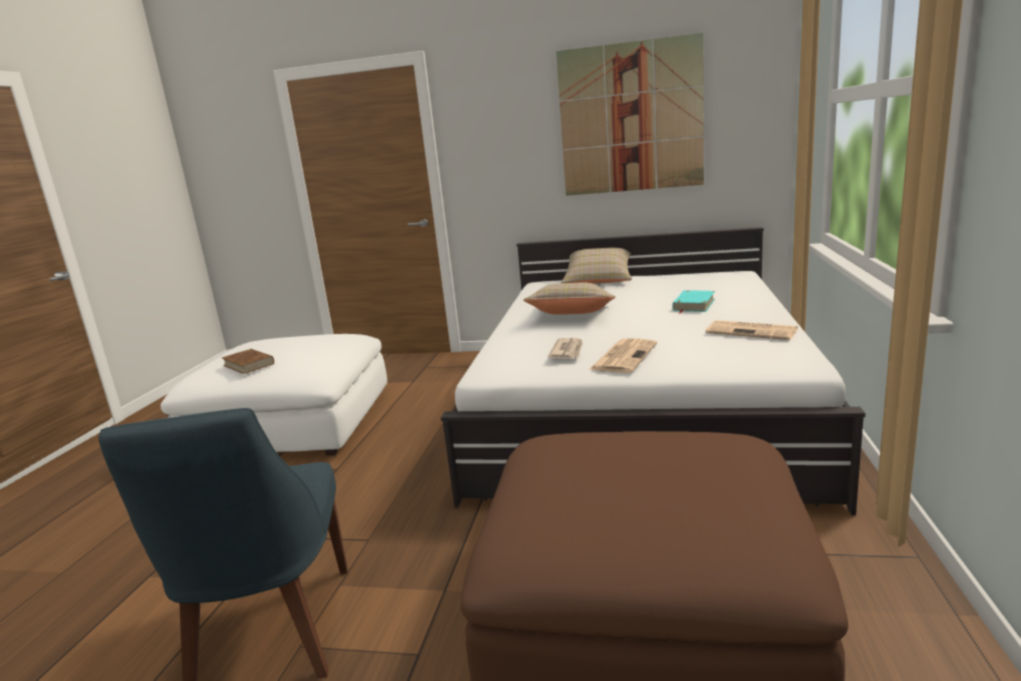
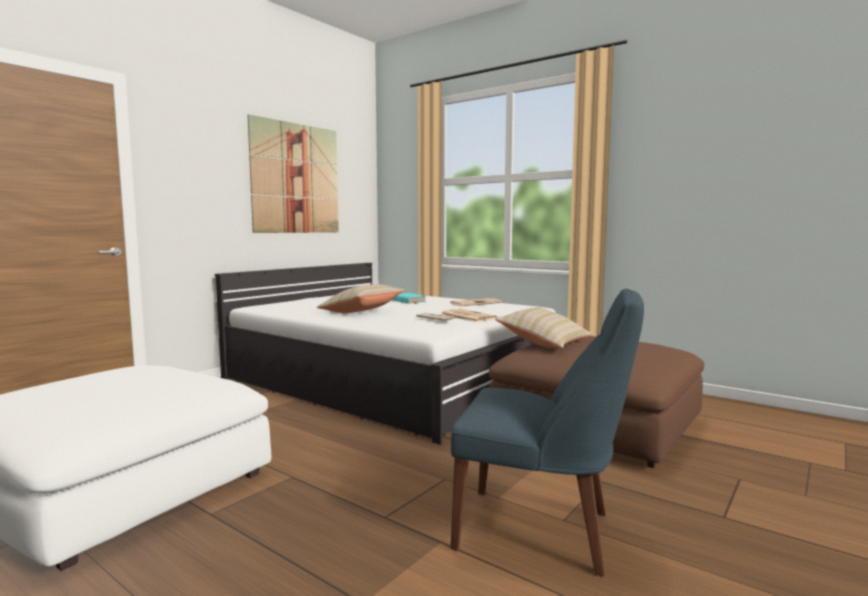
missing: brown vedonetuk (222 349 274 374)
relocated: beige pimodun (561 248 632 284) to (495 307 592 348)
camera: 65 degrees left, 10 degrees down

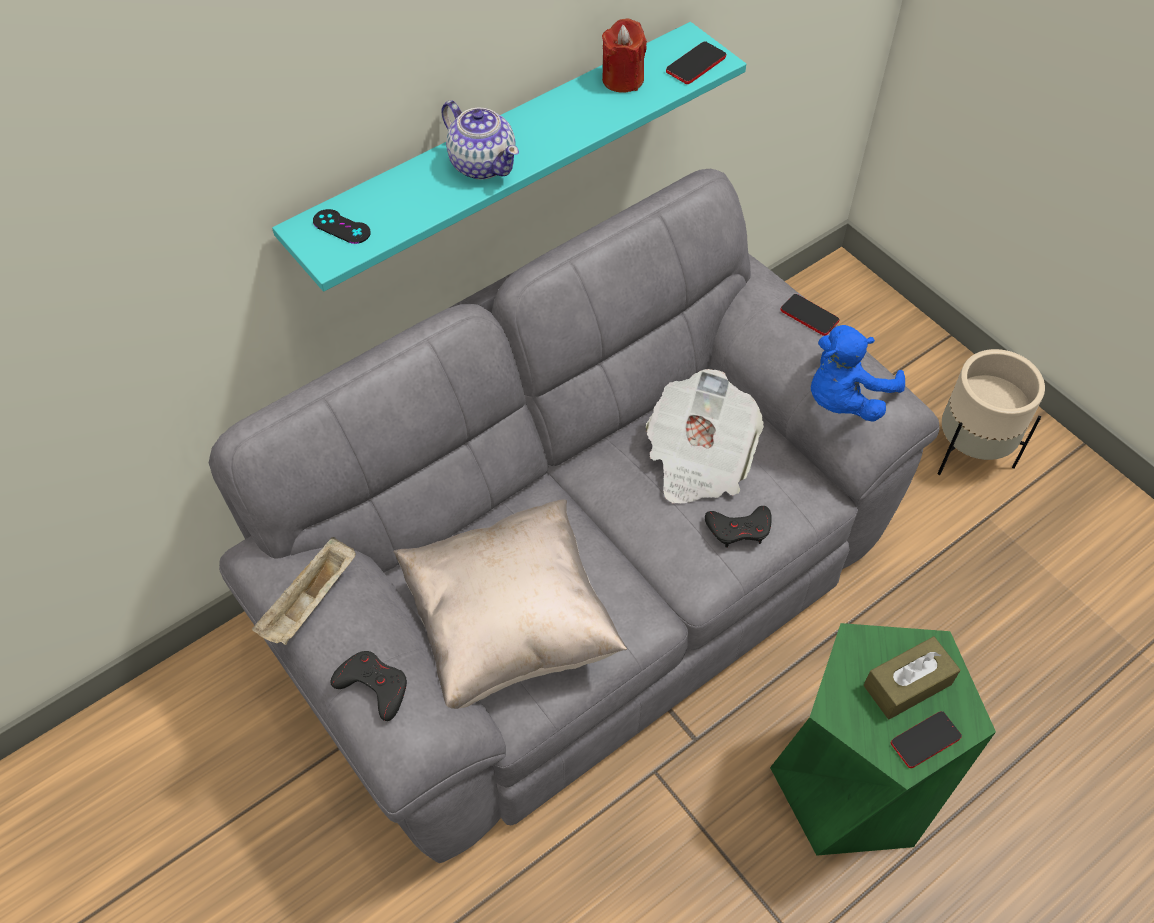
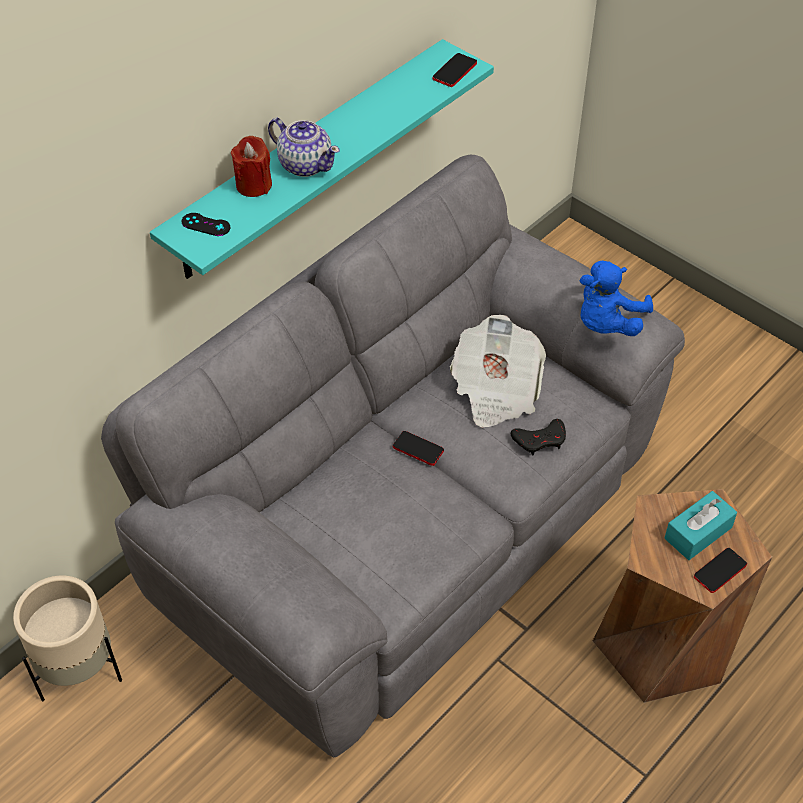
missing: beige pimodun (393 499 627 709); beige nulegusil (252 537 356 645); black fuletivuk (331 651 407 721)
relocated: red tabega (602 19 647 93) to (231 136 272 197); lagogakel (781 294 839 336) to (393 431 444 466); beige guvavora (937 349 1045 475) to (13 576 122 701)
colour: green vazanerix (770 623 996 856) to brown vazanerix (593 489 772 703); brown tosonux (864 636 960 719) to turquoise tosonux (664 491 737 560)
camera: 10 degrees left, 5 degrees down

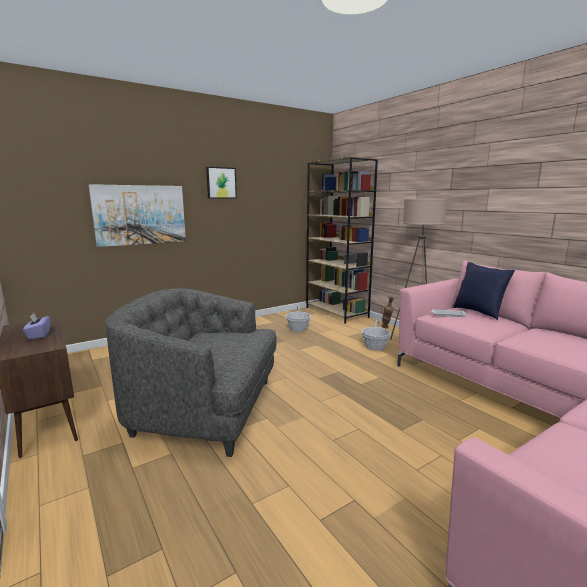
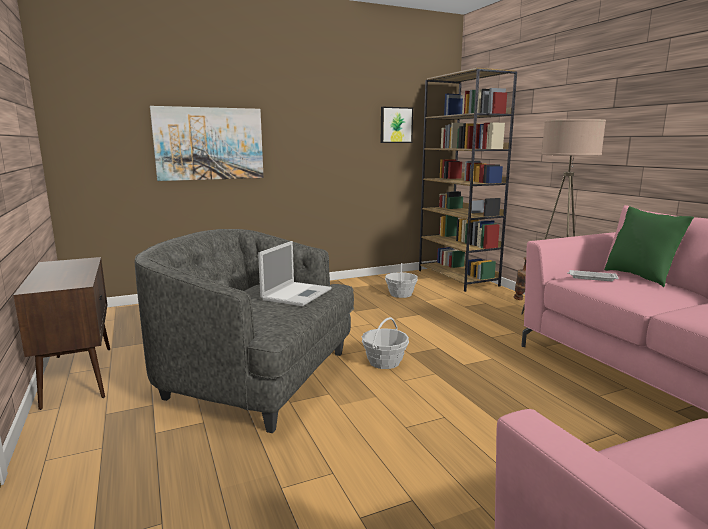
missing: purple tosonux (23 313 50 340)
appeared: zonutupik (258 241 332 306)
relocated: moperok (206 167 237 198) to (381 107 413 143); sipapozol (362 319 391 351) to (362 317 409 369)
colour: blue pimodun (453 262 515 320) to green pimodun (604 207 694 287)
camera: 10 degrees right, 0 degrees up

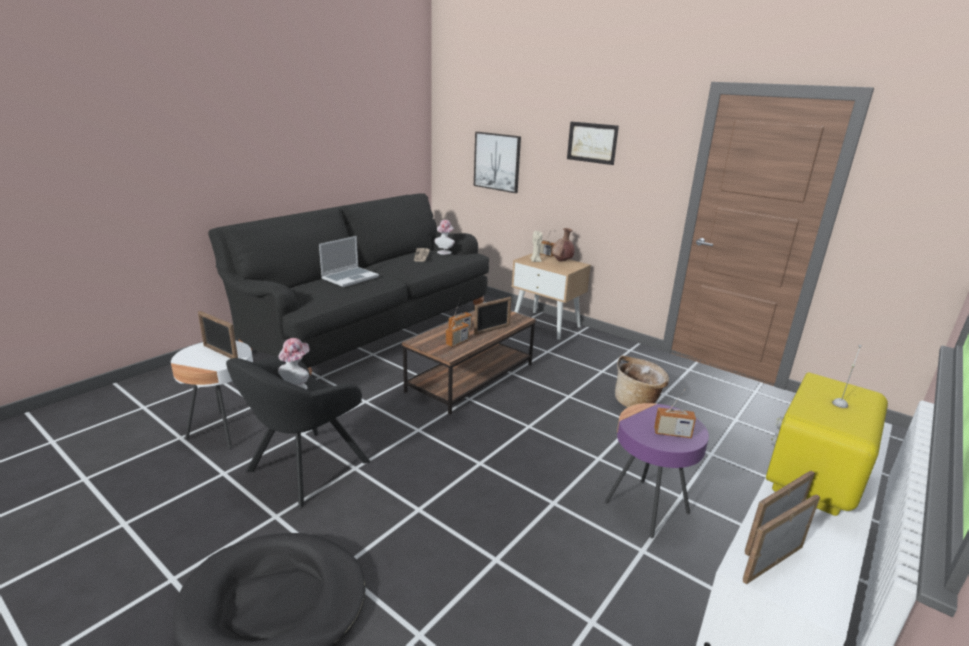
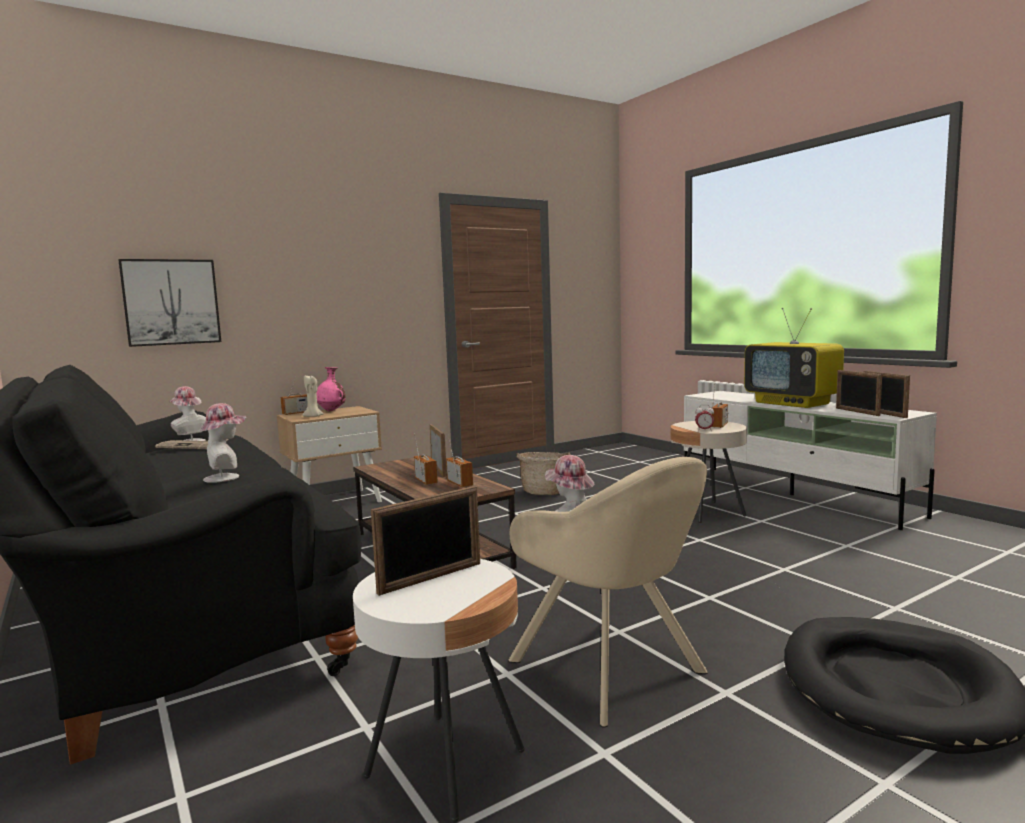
missing: moperok (567 122 619 165)
appeared: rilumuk (695 405 714 431)
exchanged: zonutupik (319 236 379 287) to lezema (199 403 246 483)
colour: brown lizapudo (552 228 575 262) to pink lizapudo (317 367 345 411); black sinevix (226 356 371 509) to beige sinevix (508 457 708 728); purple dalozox (605 403 709 538) to beige dalozox (671 421 747 523)
camera: 70 degrees left, 15 degrees down

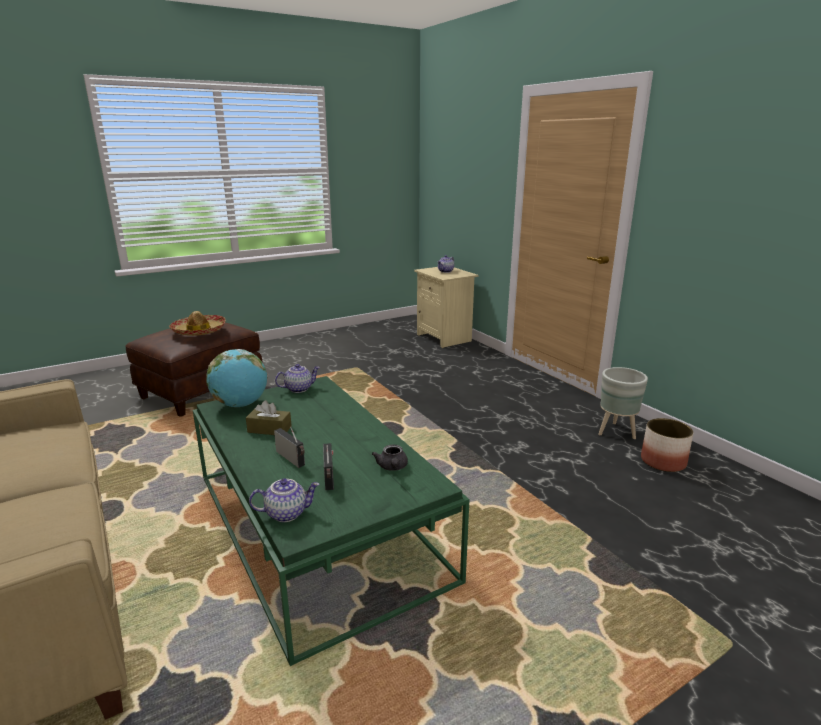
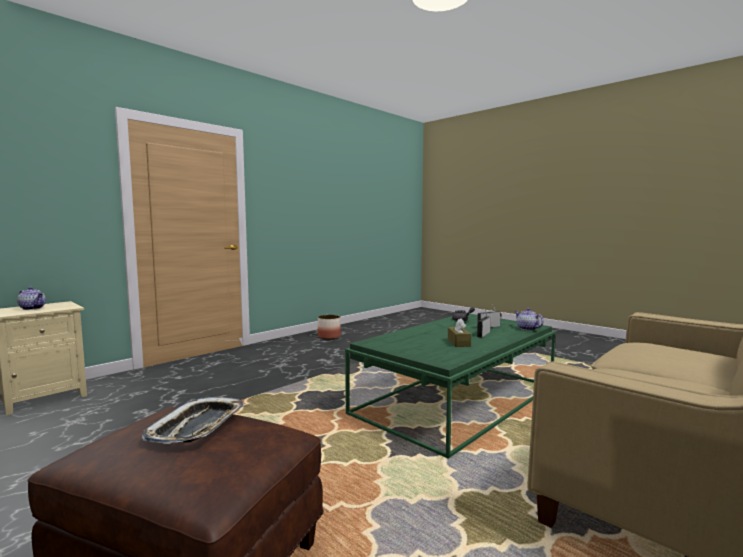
missing: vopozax (206 349 267 407); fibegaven (275 364 320 393); grey guvavora (598 367 648 439)
exchanged: lezema (169 311 226 336) to nulegusil (142 397 244 444)
camera: 105 degrees left, 15 degrees down

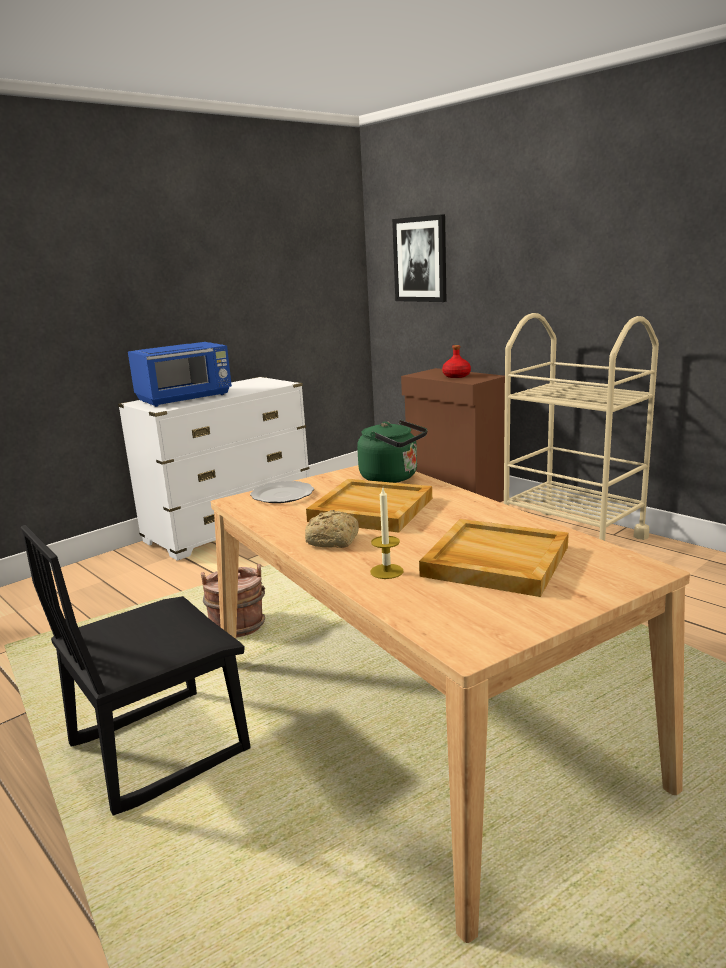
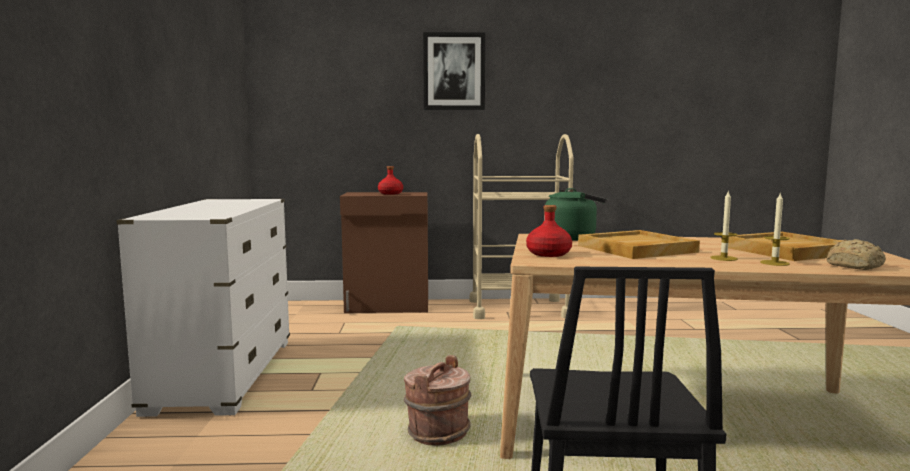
missing: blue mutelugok (128 342 232 407)
appeared: tabega (710 190 738 261)
relocated: moperok (392 214 447 302) to (423 32 485 110); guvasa (305 510 359 548) to (827 239 886 270)
exchanged: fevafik (250 481 314 503) to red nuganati (526 205 572 257)
camera: 50 degrees left, 10 degrees down

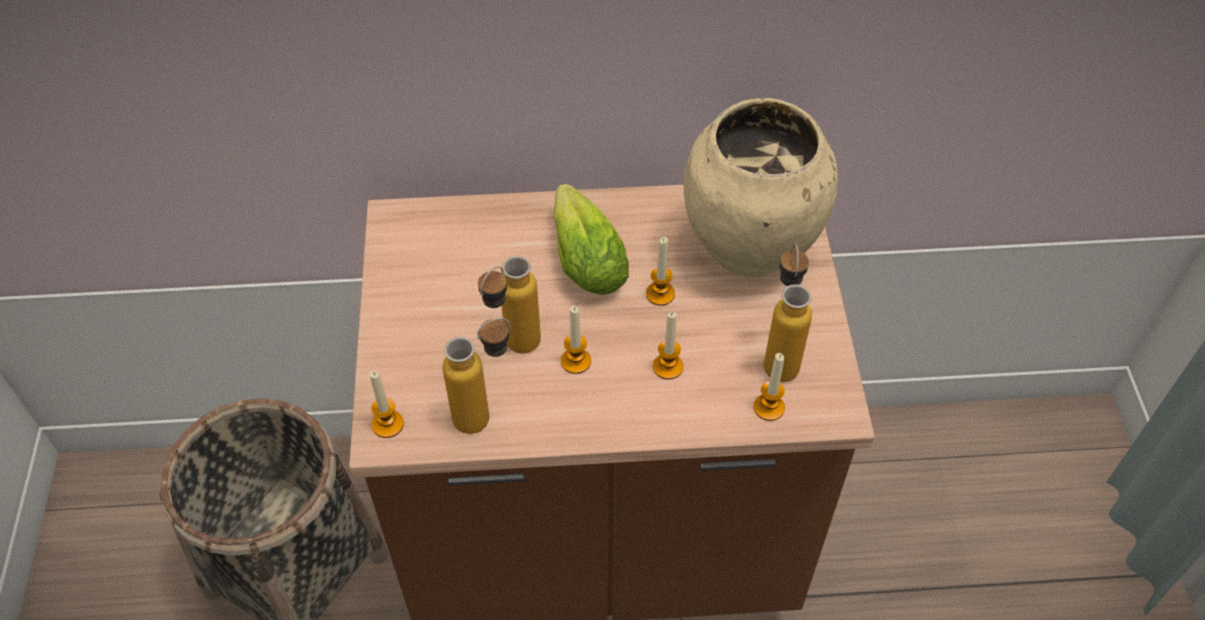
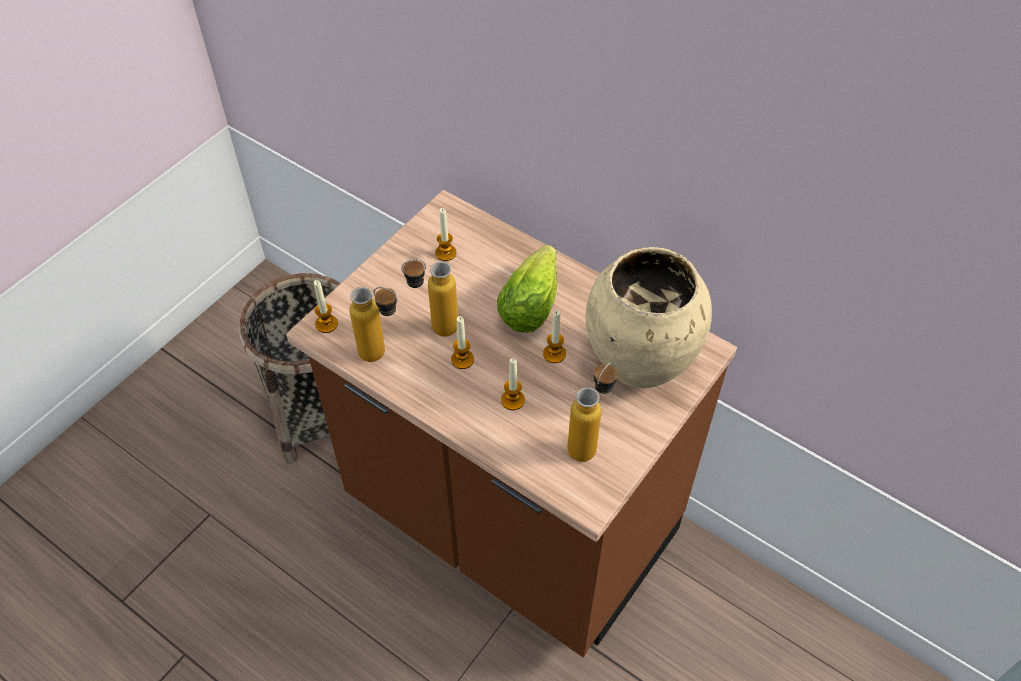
relocated: tabega (754 353 785 421) to (435 208 457 261)
camera: 40 degrees right, 0 degrees up

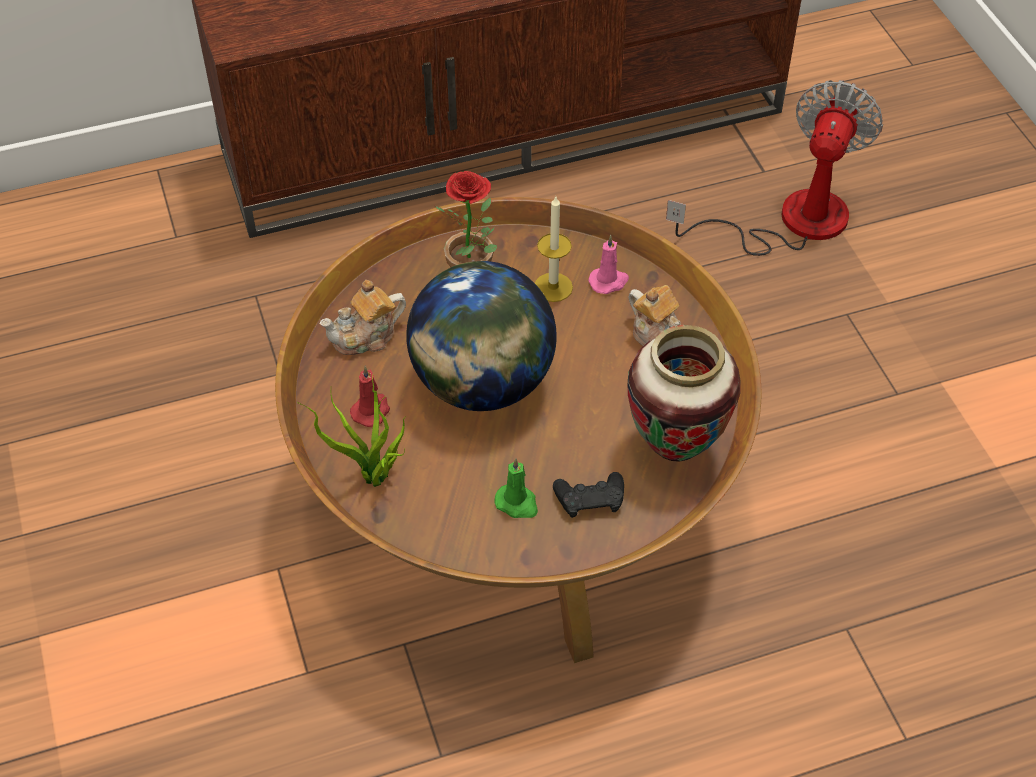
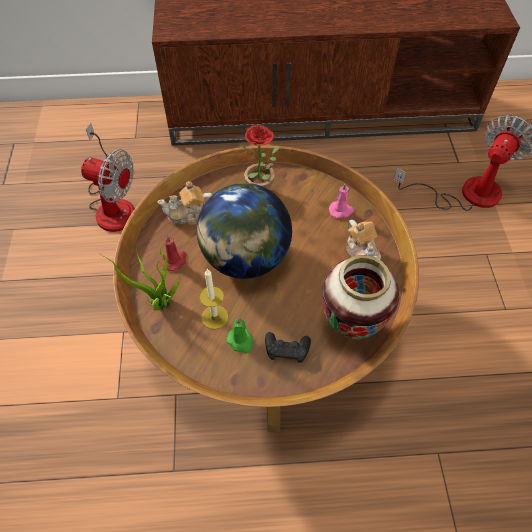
appeared: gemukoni (81 123 135 232)
relocated: tabega (535 195 573 302) to (199 269 229 329)
camera: 15 degrees right, 5 degrees up

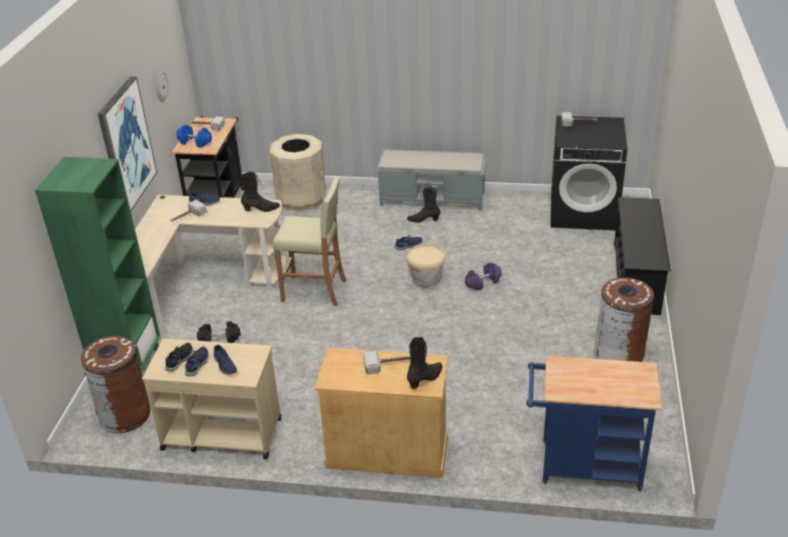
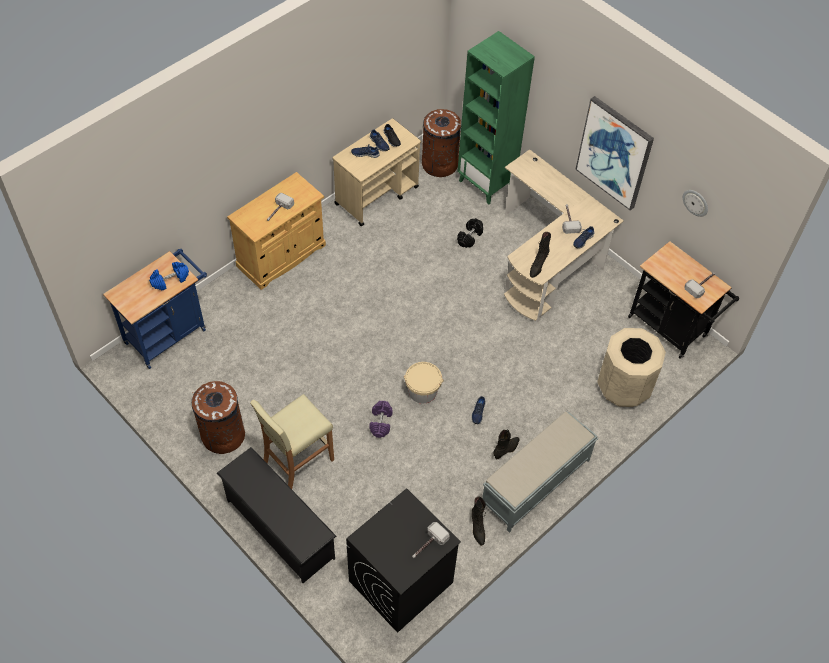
relocated: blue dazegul (176 125 212 147) to (149 262 189 291); beige vazanerix (272 177 346 306) to (250 394 334 489); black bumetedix (407 337 442 389) to (472 497 486 546)
camera: 125 degrees right, 20 degrees up

